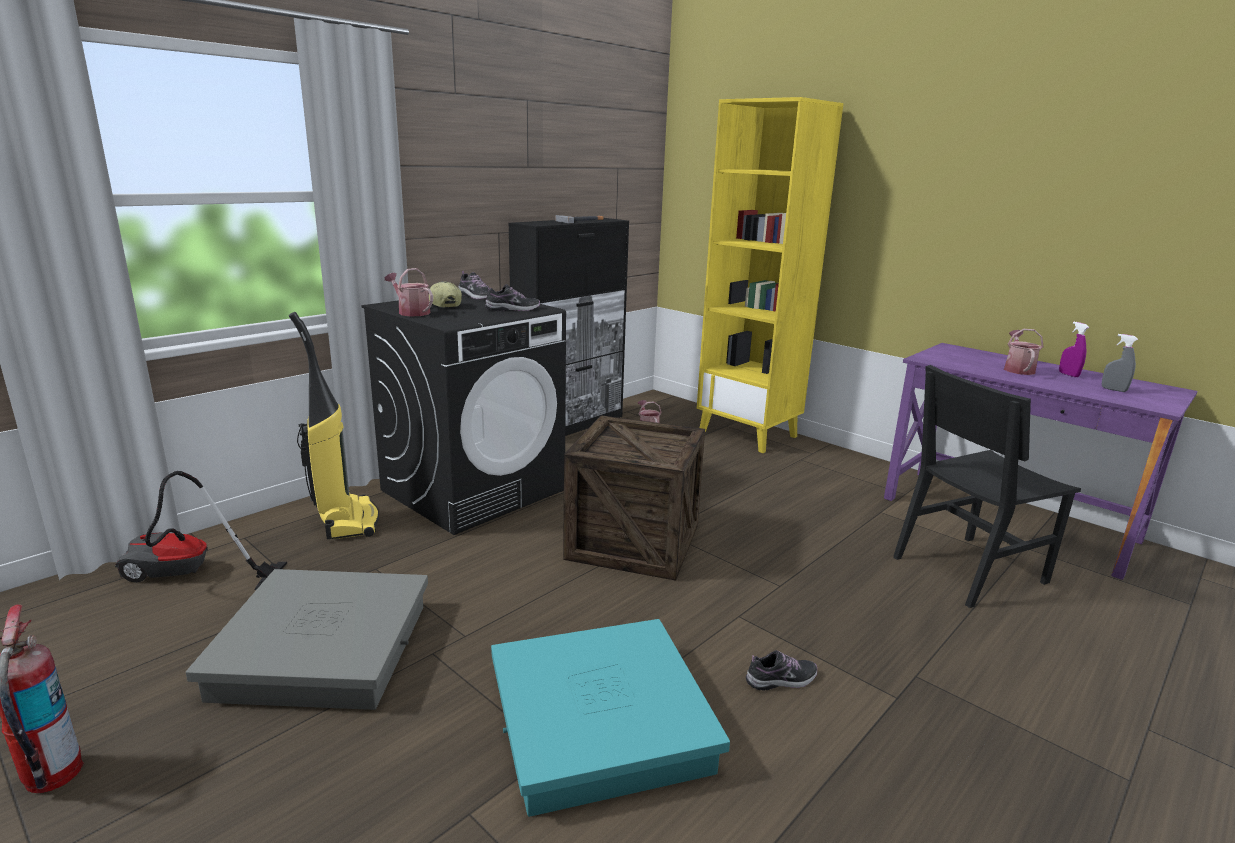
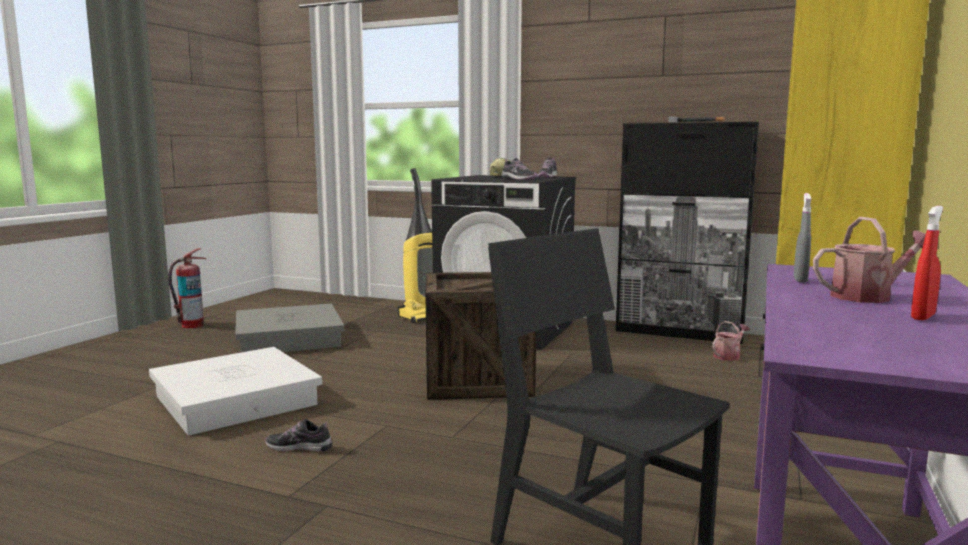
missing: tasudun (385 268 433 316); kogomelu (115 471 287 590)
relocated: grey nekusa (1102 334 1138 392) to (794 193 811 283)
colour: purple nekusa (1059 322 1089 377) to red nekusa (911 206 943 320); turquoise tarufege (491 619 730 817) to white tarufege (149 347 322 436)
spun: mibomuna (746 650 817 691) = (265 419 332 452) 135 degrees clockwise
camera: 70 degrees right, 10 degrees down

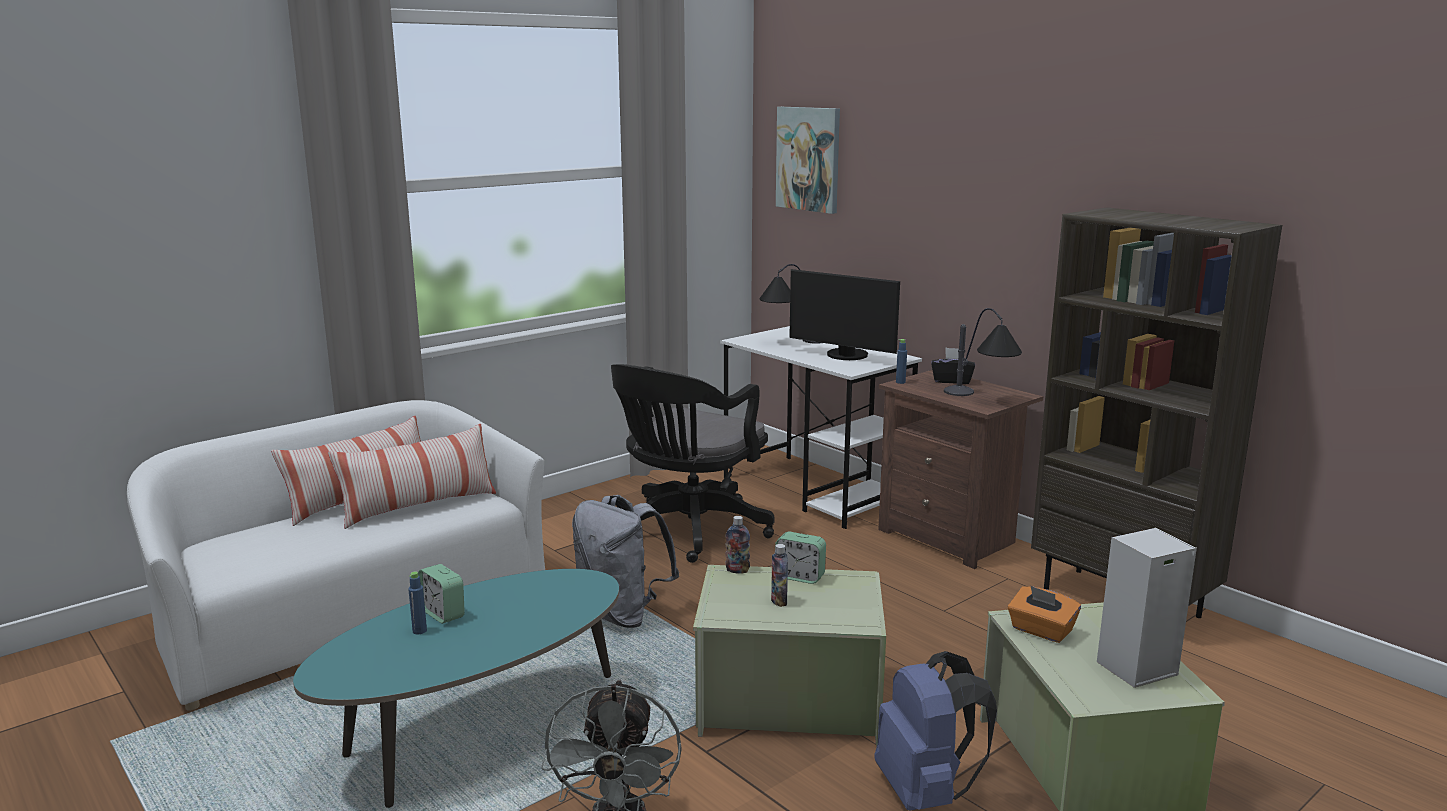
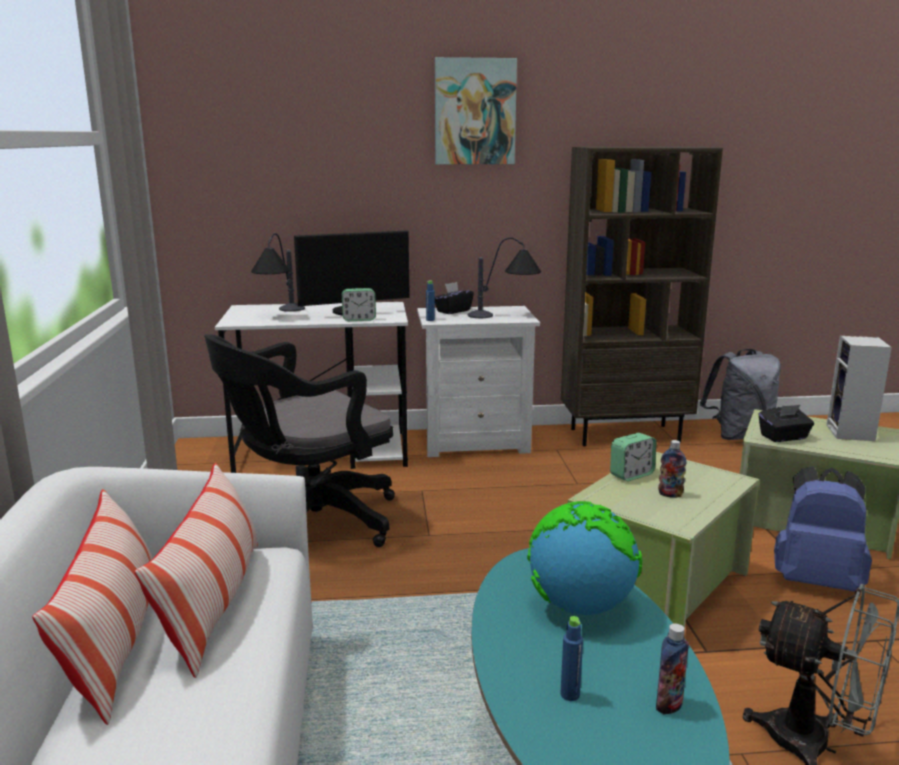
appeared: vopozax (527 501 642 615)
relocated: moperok (776 107 840 214) to (435 57 517 164); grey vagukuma (572 495 679 628) to (700 349 781 440); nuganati (725 516 750 574) to (656 623 689 715); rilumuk (418 564 465 624) to (342 288 376 321)
colour: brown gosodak (878 370 1043 569) to white gosodak (417 306 540 457); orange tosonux (1008 585 1081 643) to black tosonux (758 405 814 442)
spun: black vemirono (611 364 775 563) = (204 334 395 547) 75 degrees clockwise
camera: 55 degrees left, 0 degrees up

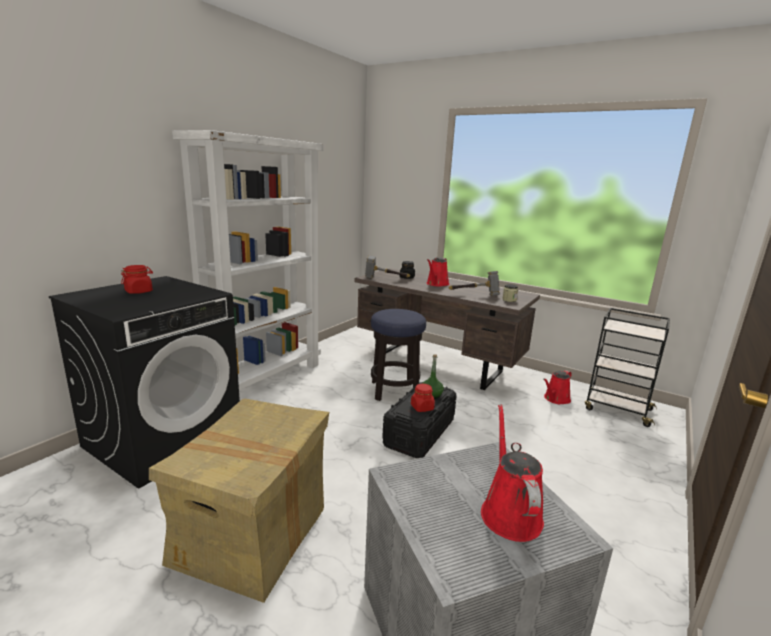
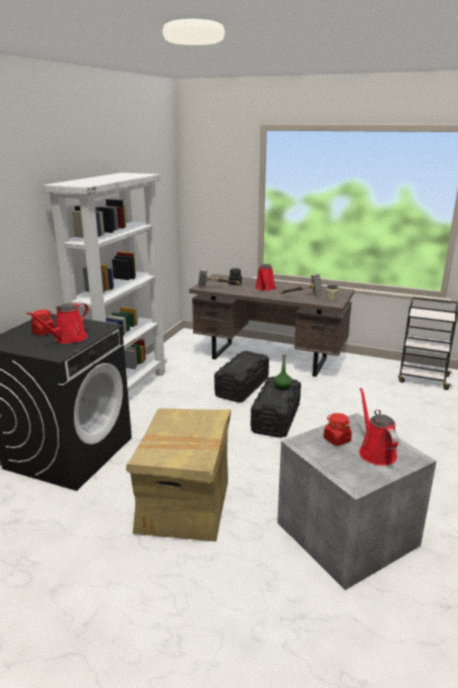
relocated: red tasudun (543 370 572 404) to (26 302 89 344); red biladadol (411 384 435 412) to (324 413 352 446)
exchanged: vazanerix (371 309 426 401) to black tarufege (214 351 269 403)
camera: 10 degrees left, 5 degrees up

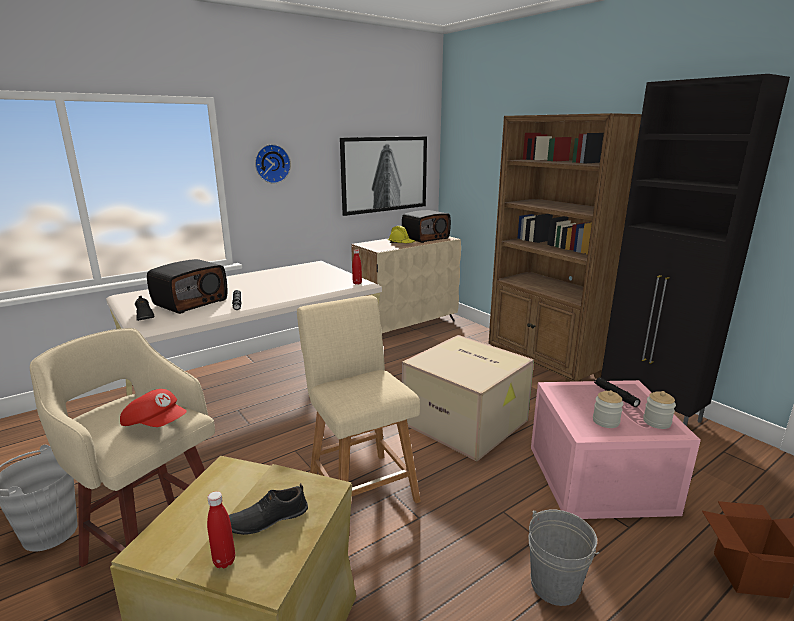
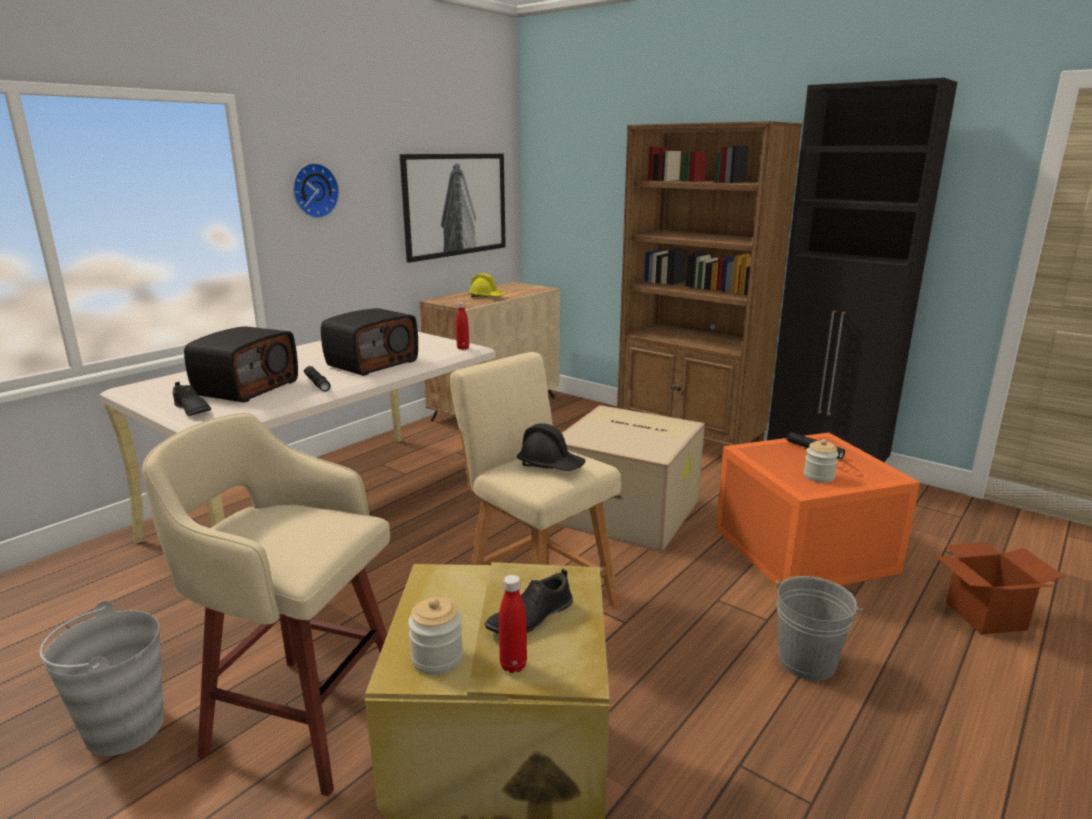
missing: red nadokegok (120 389 187 427)
appeared: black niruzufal (517 423 586 471)
relocated: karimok (402 210 451 243) to (321 308 418 376); biladadol (643 391 676 429) to (408 597 463 675)
colour: pink tarufege (531 380 701 519) to orange tarufege (716 433 920 586)
camera: 15 degrees left, 0 degrees up

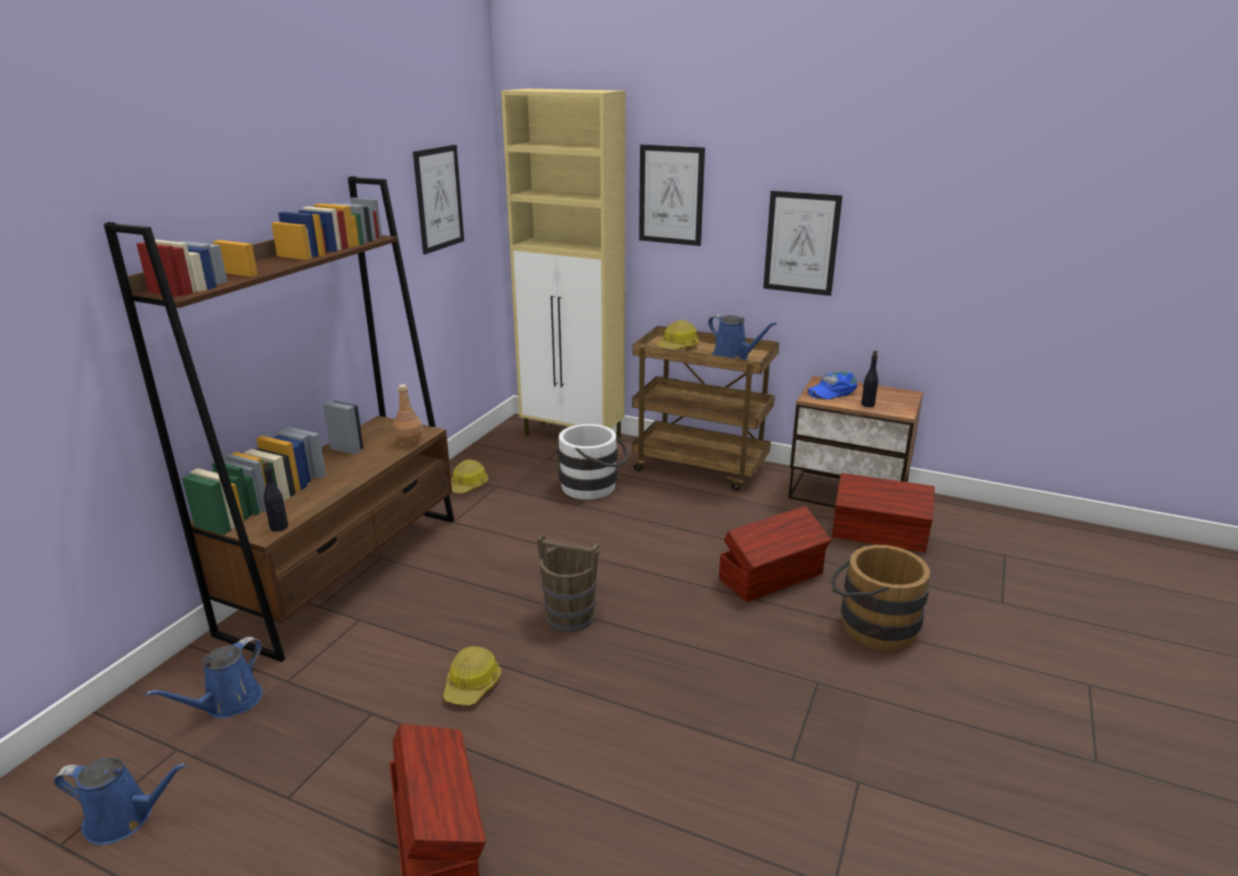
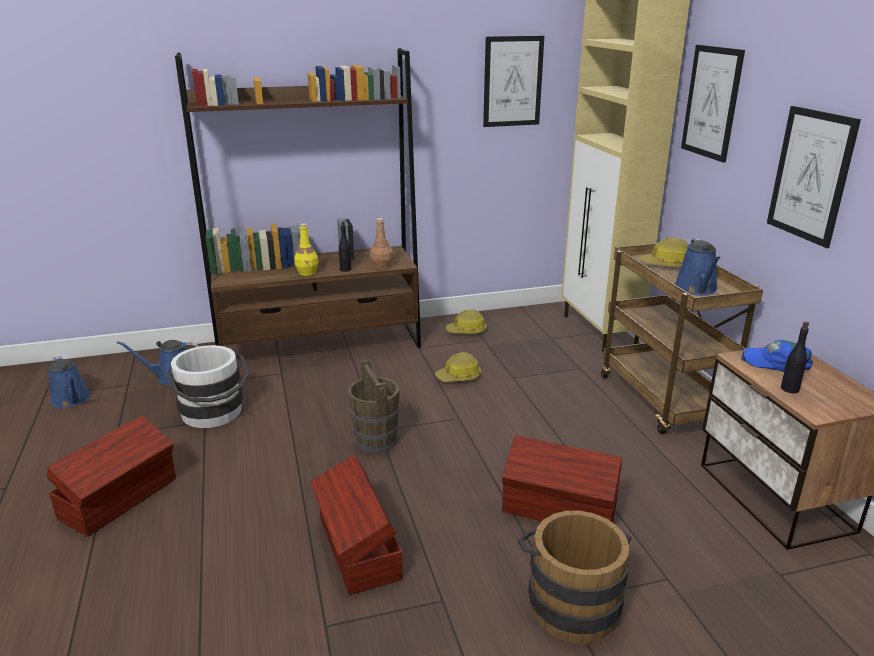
appeared: yellow nuganati (294 223 318 276)
relocated: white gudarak (558 424 628 500) to (166 345 249 428); black nuganati (263 461 288 532) to (339 221 351 272); brown tarufege (832 473 935 553) to (310 455 403 595); niruzufal (443 646 501 705) to (435 352 481 382)
camera: 50 degrees right, 0 degrees up

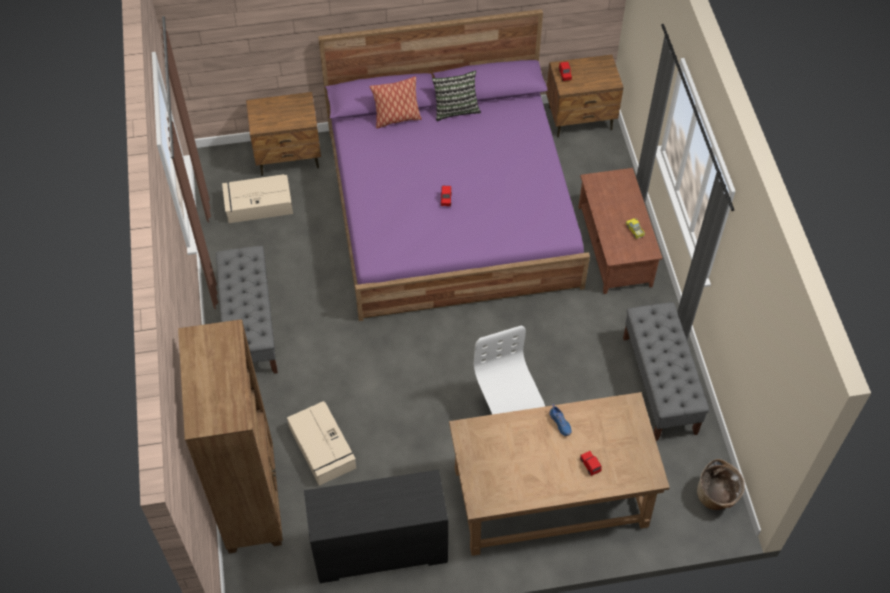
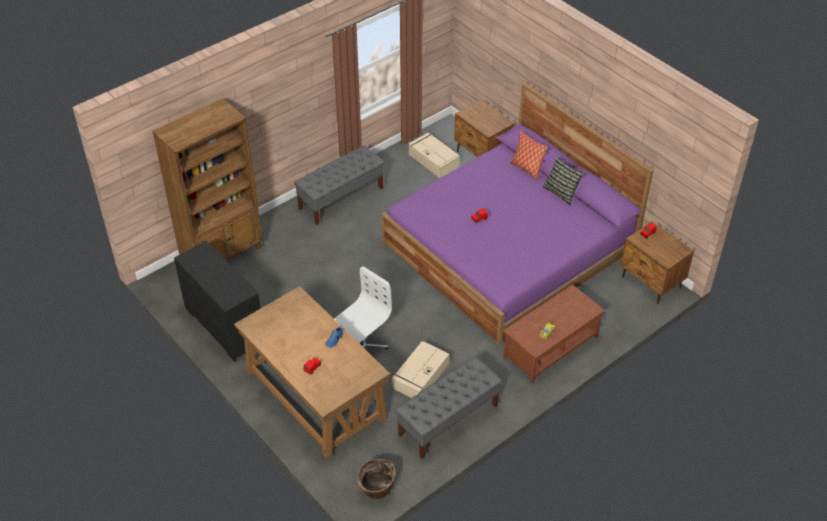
relocated: beige tarufege (287 401 356 486) to (392 341 450 398)
camera: 60 degrees right, 10 degrees down

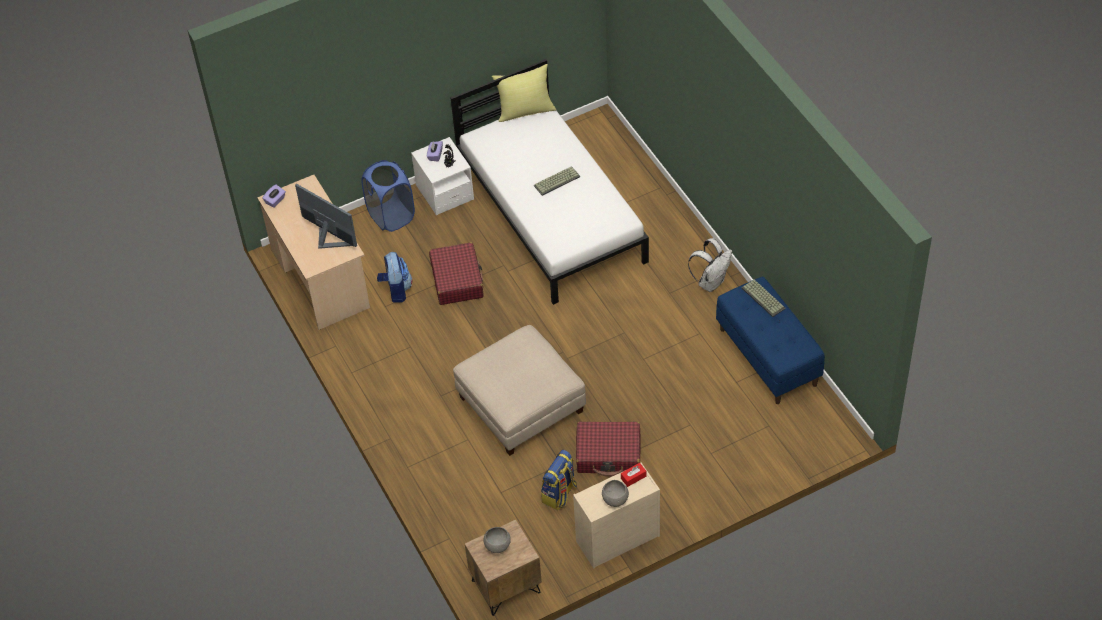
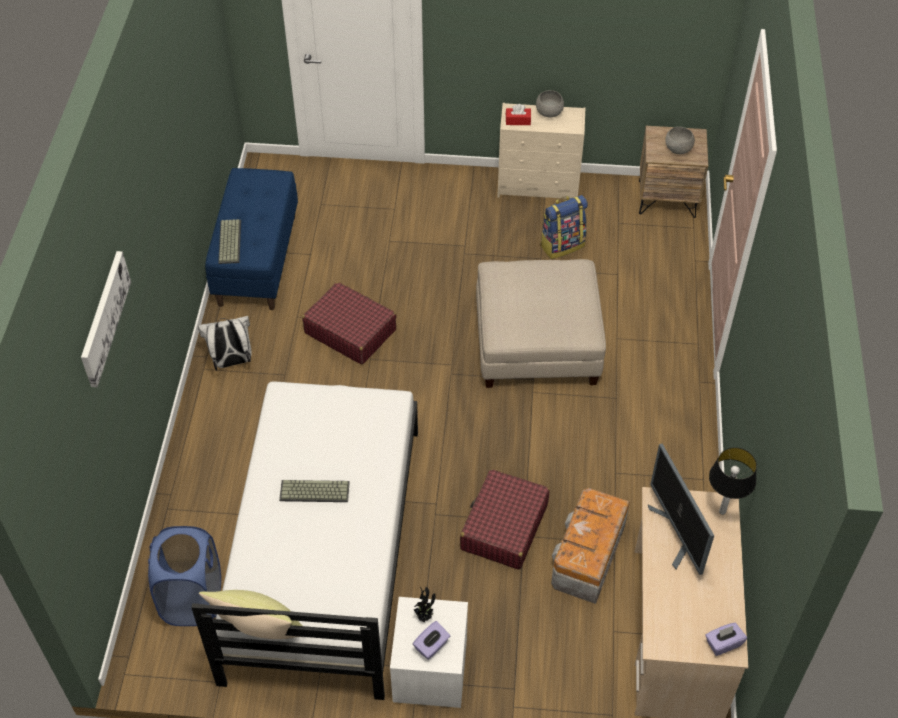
appeared: moperok (81 251 131 387); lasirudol (709 447 757 515)
relocated: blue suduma (361 160 415 232) to (148 526 221 626); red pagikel (576 422 641 477) to (302 282 397 364)
exchanged: vagukuma (377 252 412 303) to tarufege (551 488 630 604)
camera: 150 degrees left, 0 degrees up

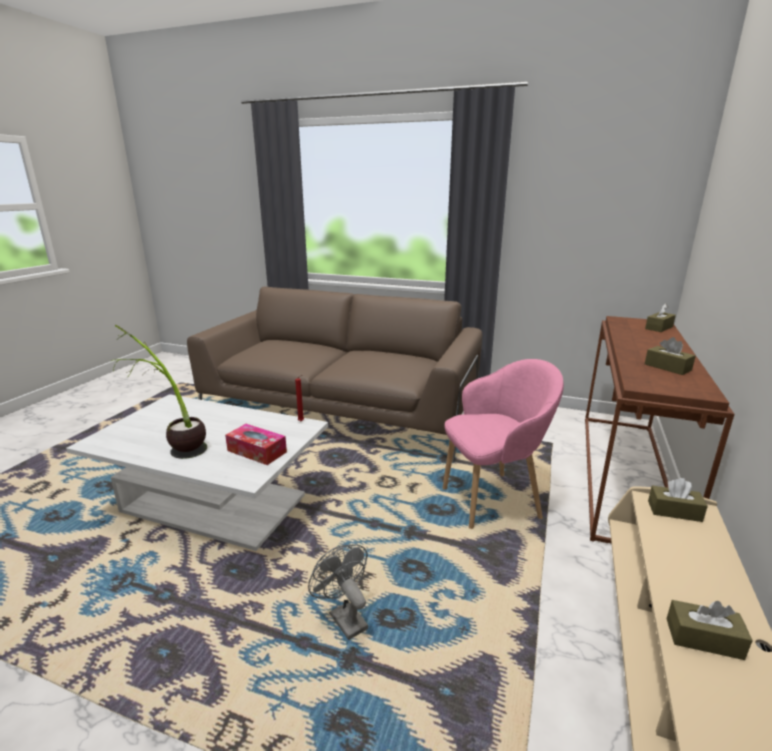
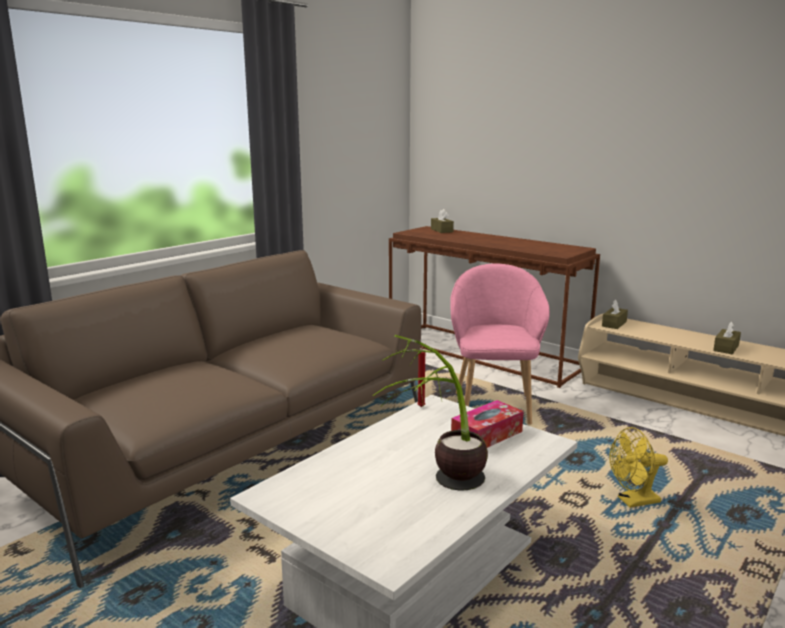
missing: brown tosonux (645 337 696 375)
colour: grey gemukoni (308 544 368 640) to yellow gemukoni (610 427 668 508)
camera: 70 degrees left, 5 degrees down

